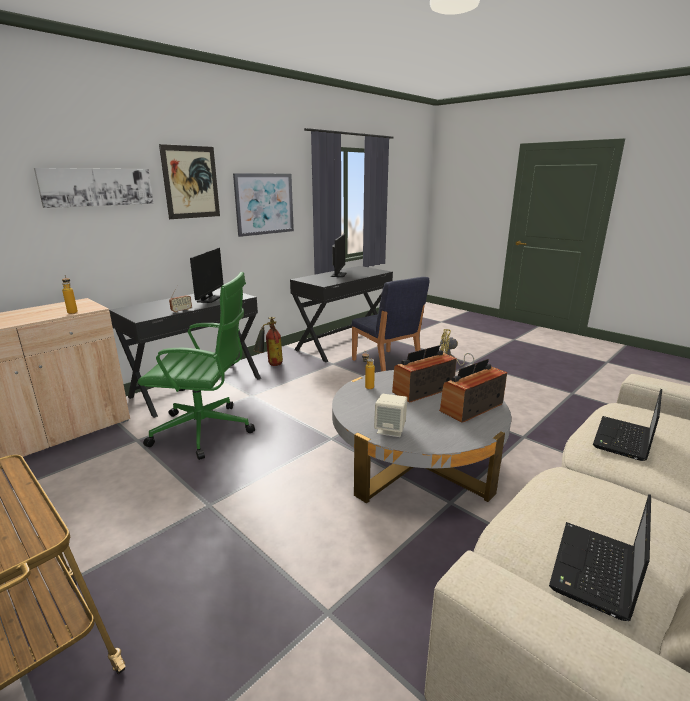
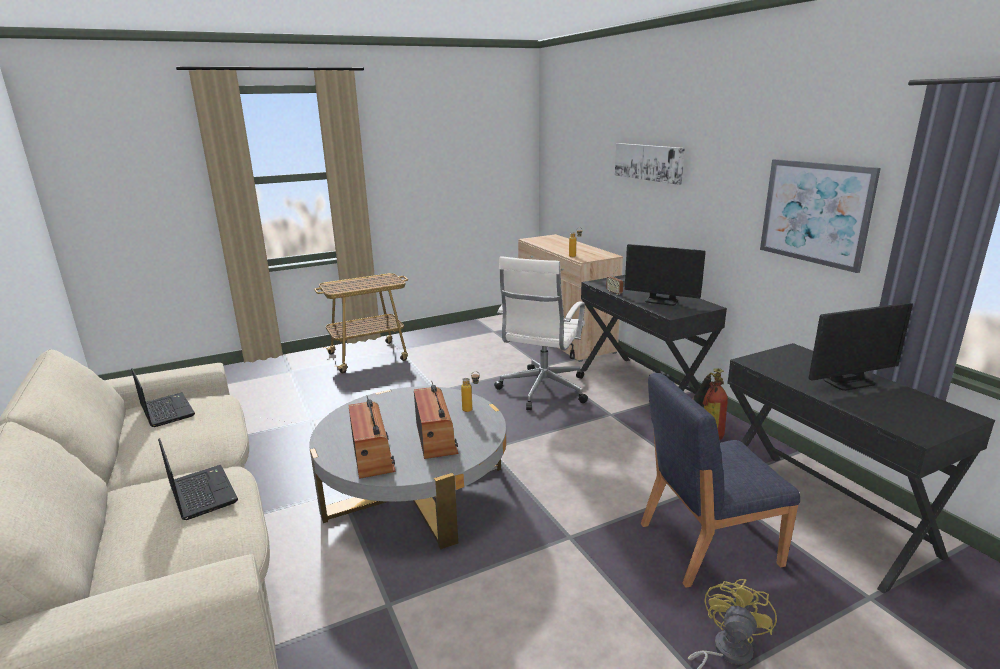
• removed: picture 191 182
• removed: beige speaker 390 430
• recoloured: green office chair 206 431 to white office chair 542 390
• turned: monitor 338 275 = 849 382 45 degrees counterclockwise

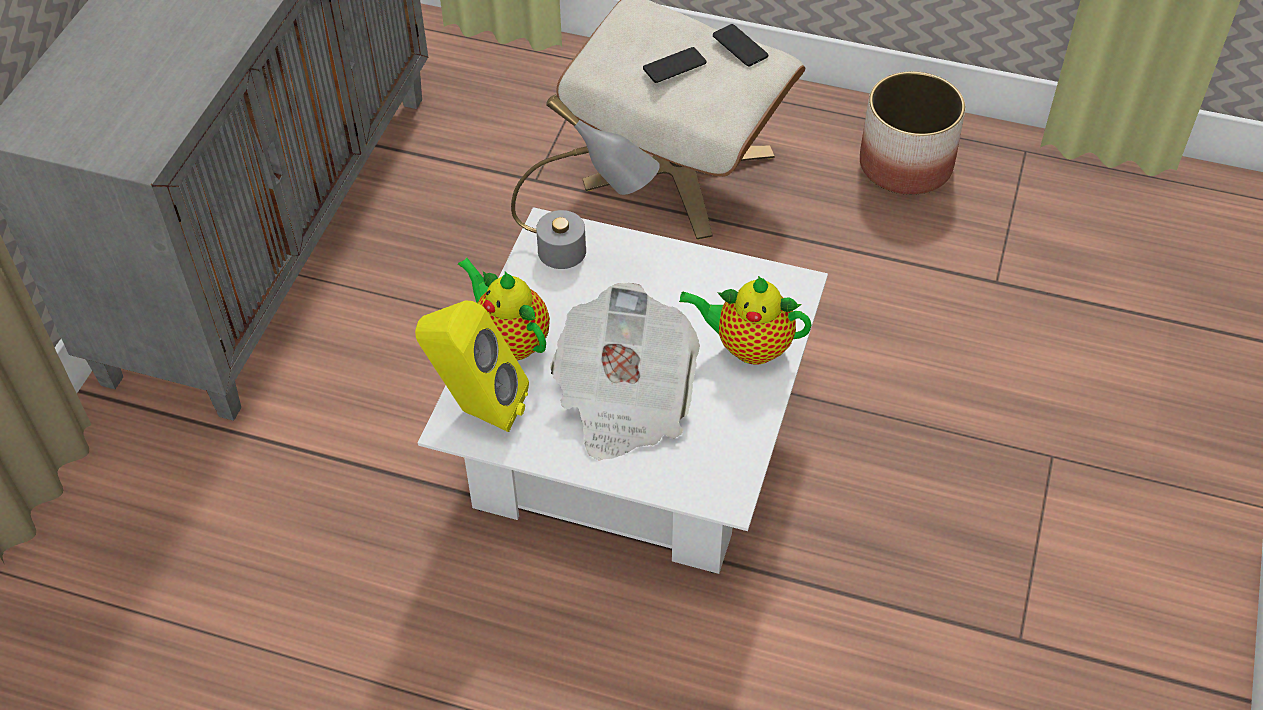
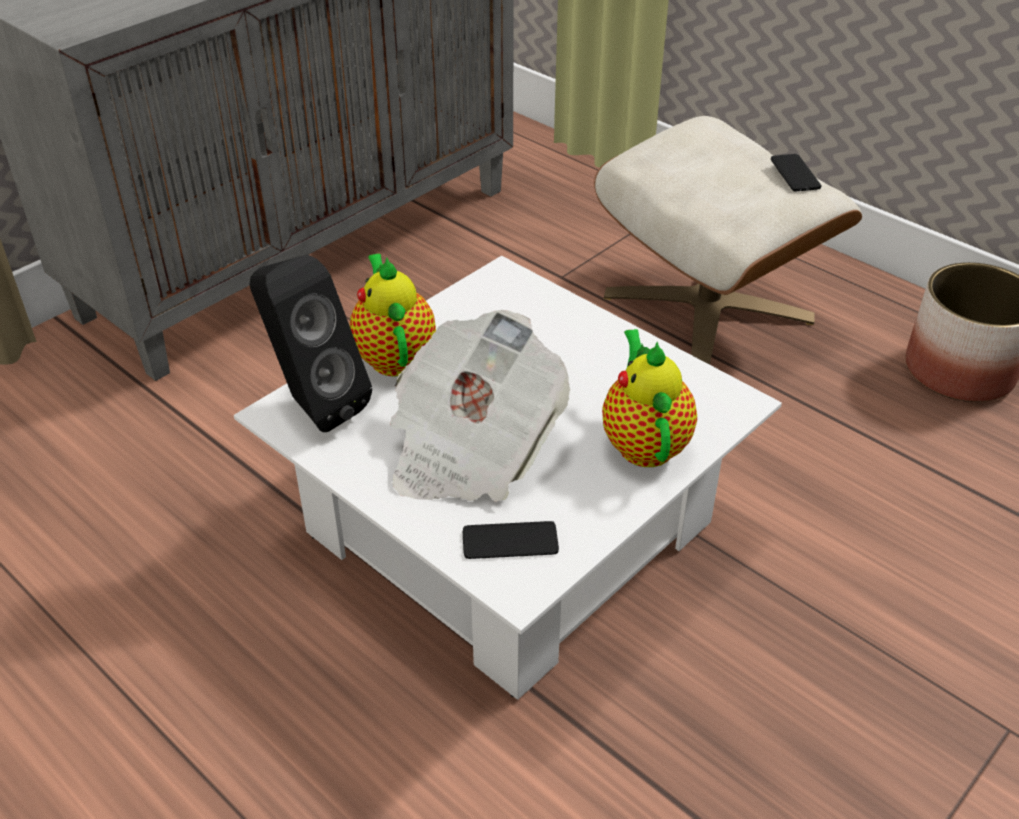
• removed: grey table lamp 584 258
• moved: phone 674 66 to 510 541
• recoloured: yellow speaker 477 409 to black speaker 313 405
• turned: teapot 748 346 = 644 442 45 degrees clockwise

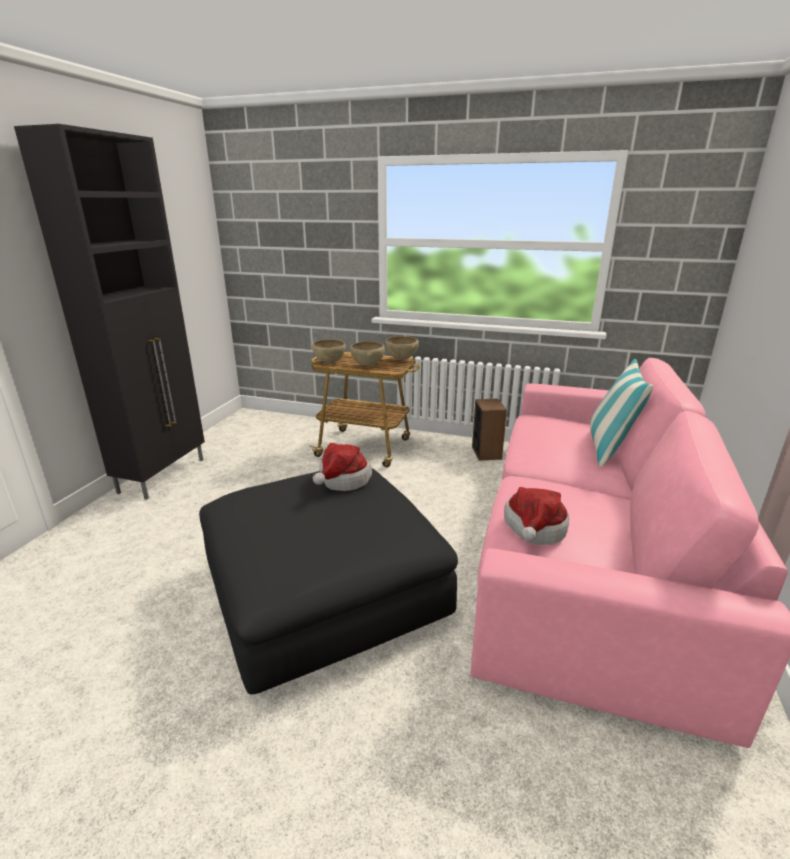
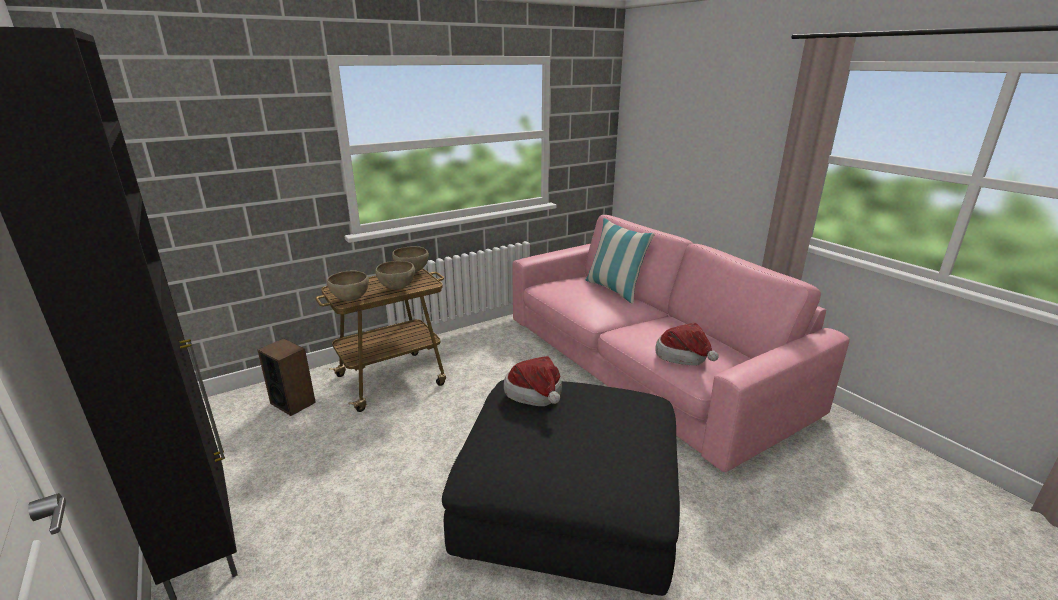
• moved: speaker 486 453 to 293 403

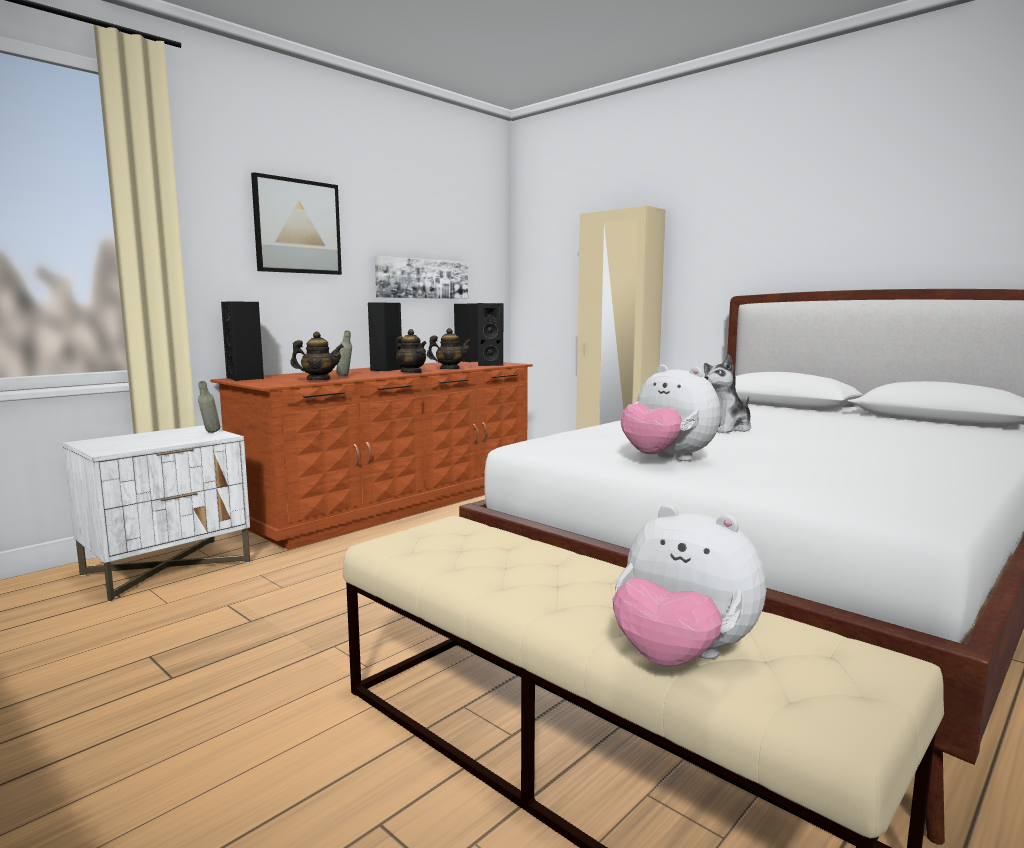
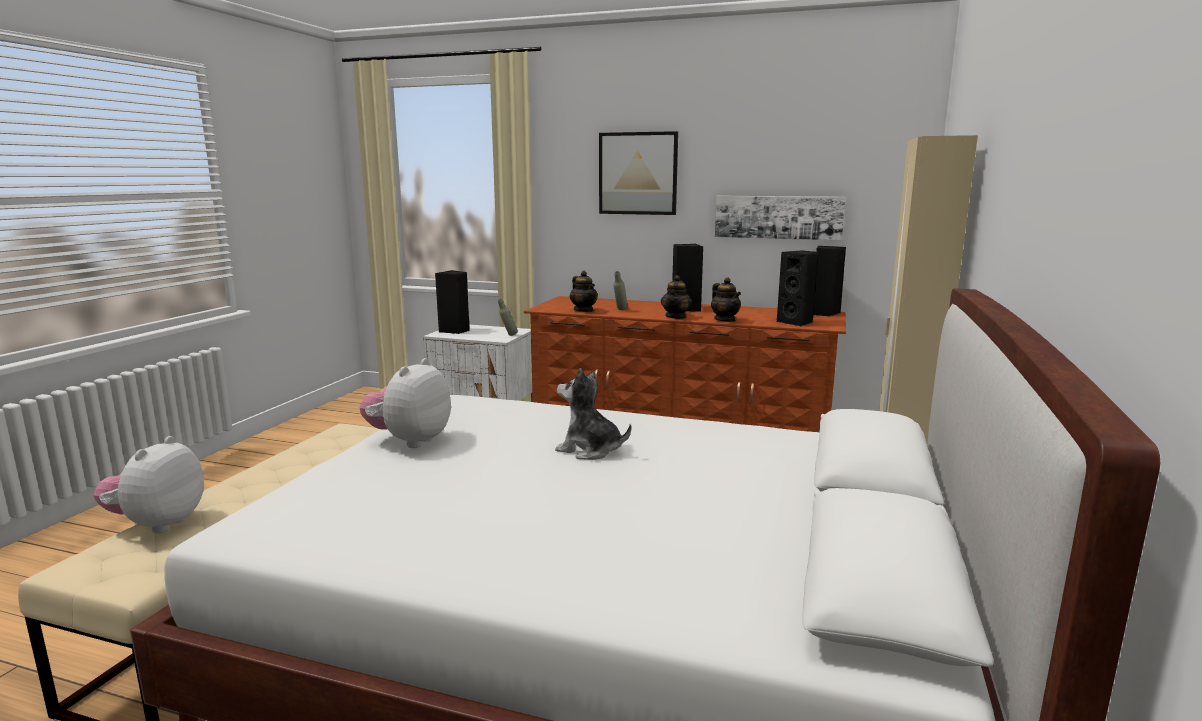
• moved: black speaker 245 378 to 455 331

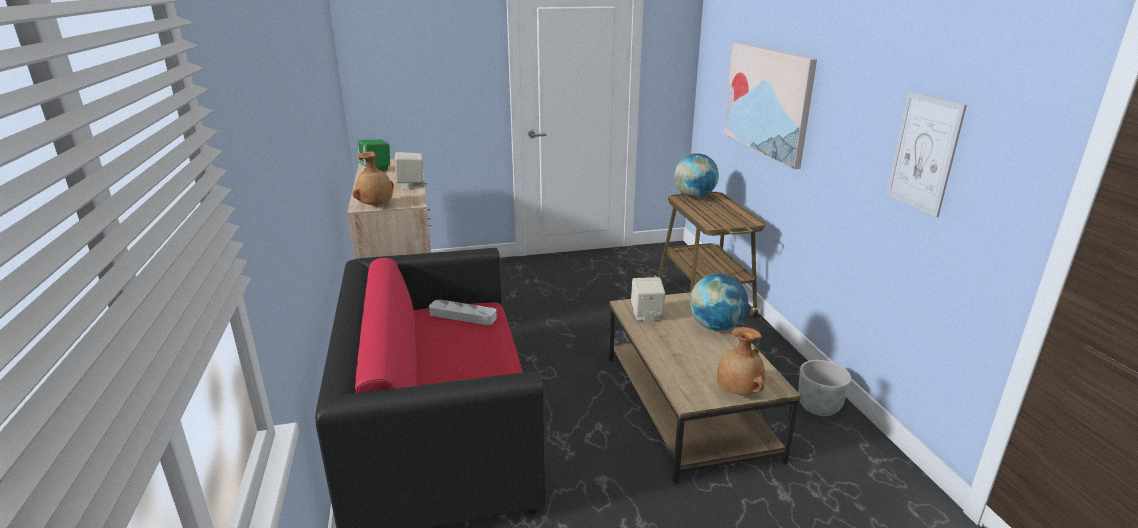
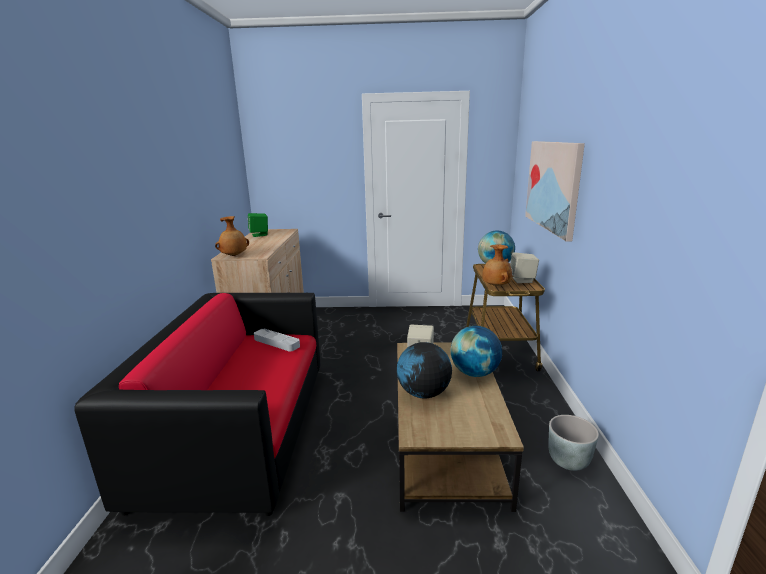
• removed: picture 923 153
• added: globe 423 393
• moved: beige speaker 411 185 to 522 280
• moved: brown vase 737 391 to 495 286

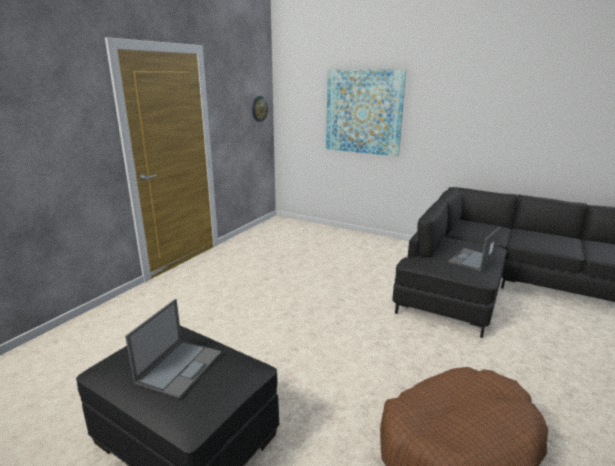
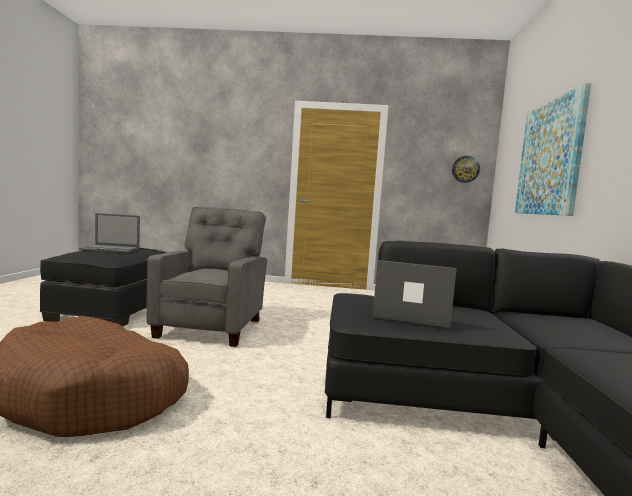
• added: grey armchair 212 327

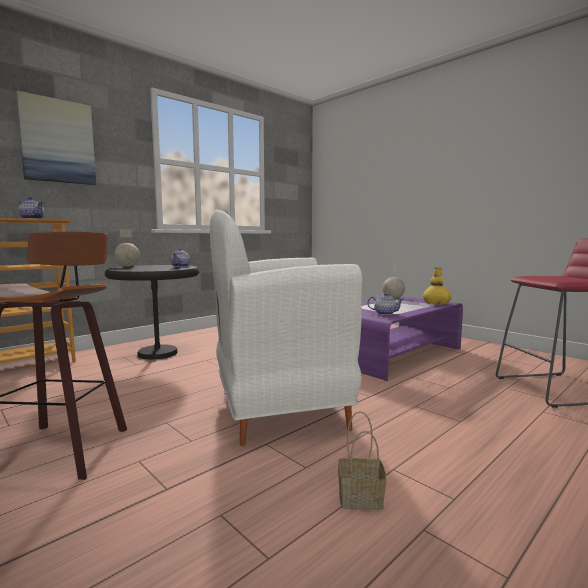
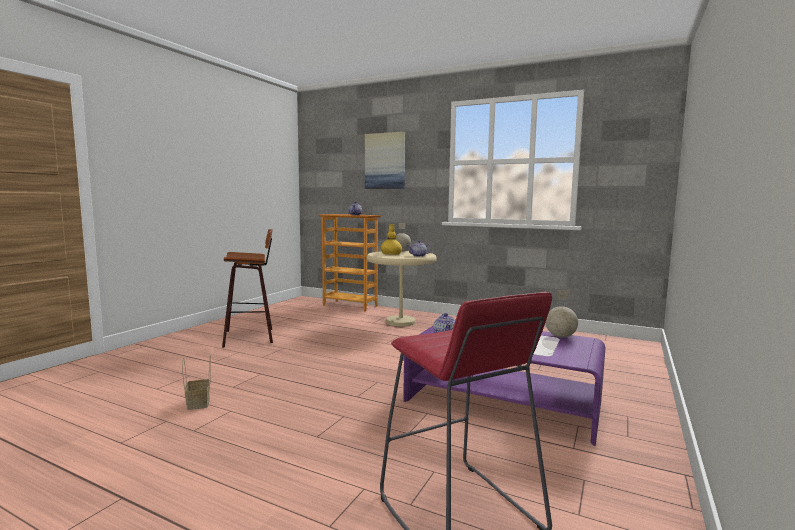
• removed: white armchair 278 411
• moved: yellow vase 436 303 to 391 254
• recoloured: black side table 157 353 to beige side table 400 322

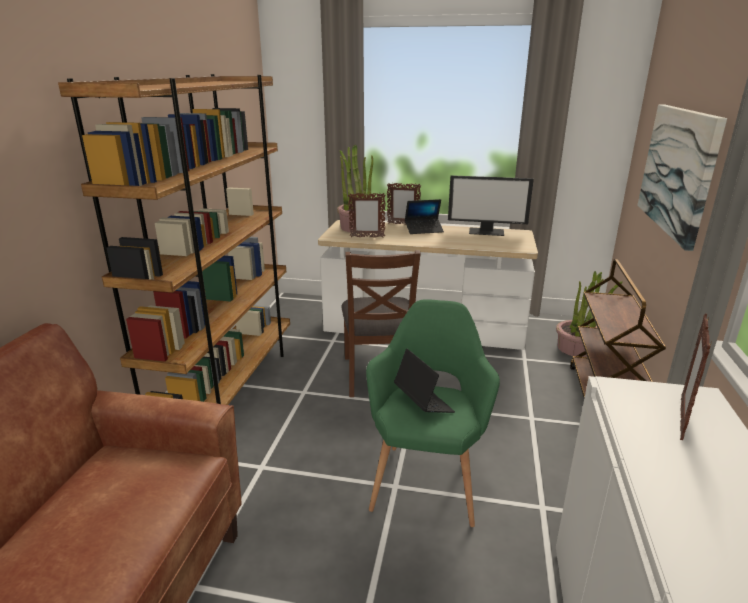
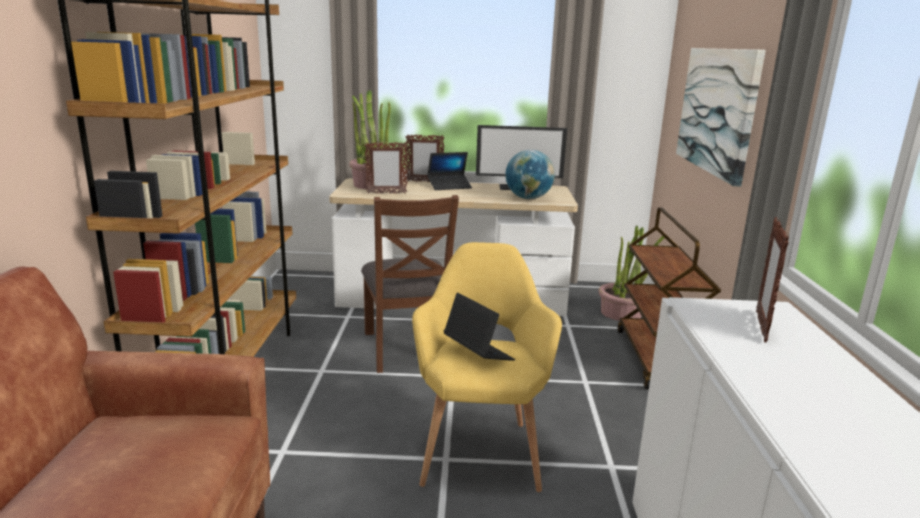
• added: globe 528 198
• recoloured: green armchair 427 477 to yellow armchair 480 447

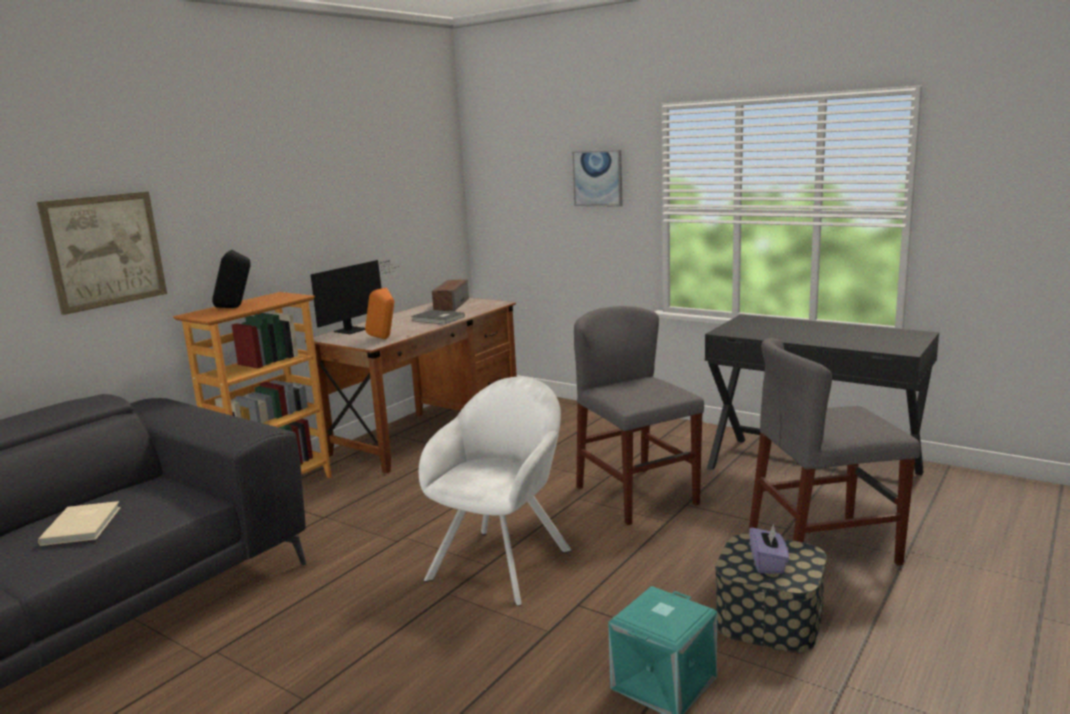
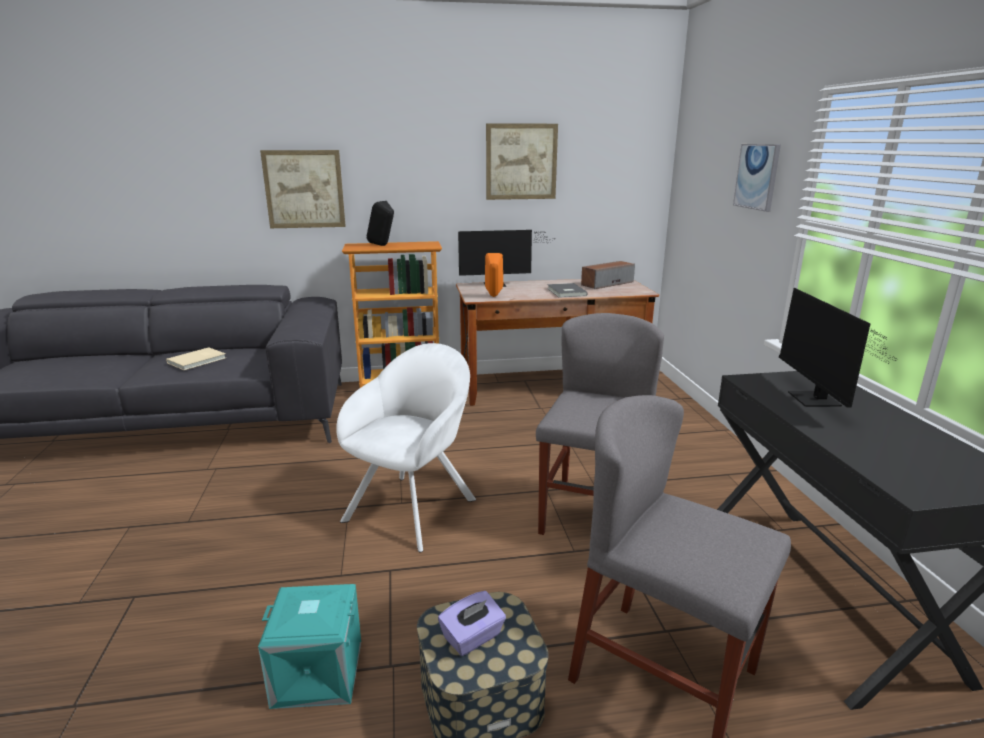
• added: picture 521 162
• added: monitor 815 402
• turned: white armchair 504 560 = 414 506 45 degrees counterclockwise

